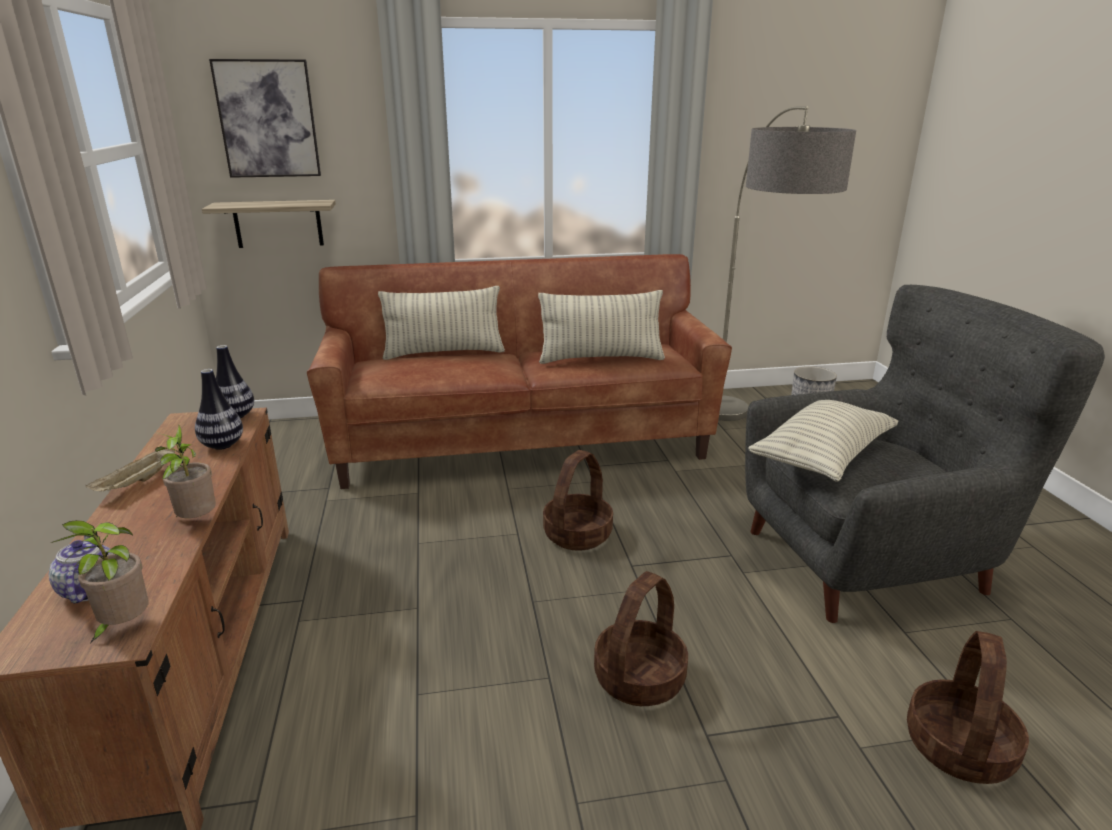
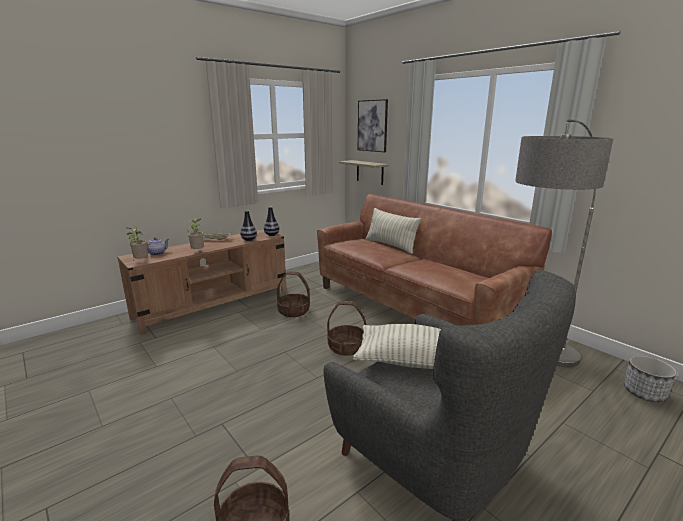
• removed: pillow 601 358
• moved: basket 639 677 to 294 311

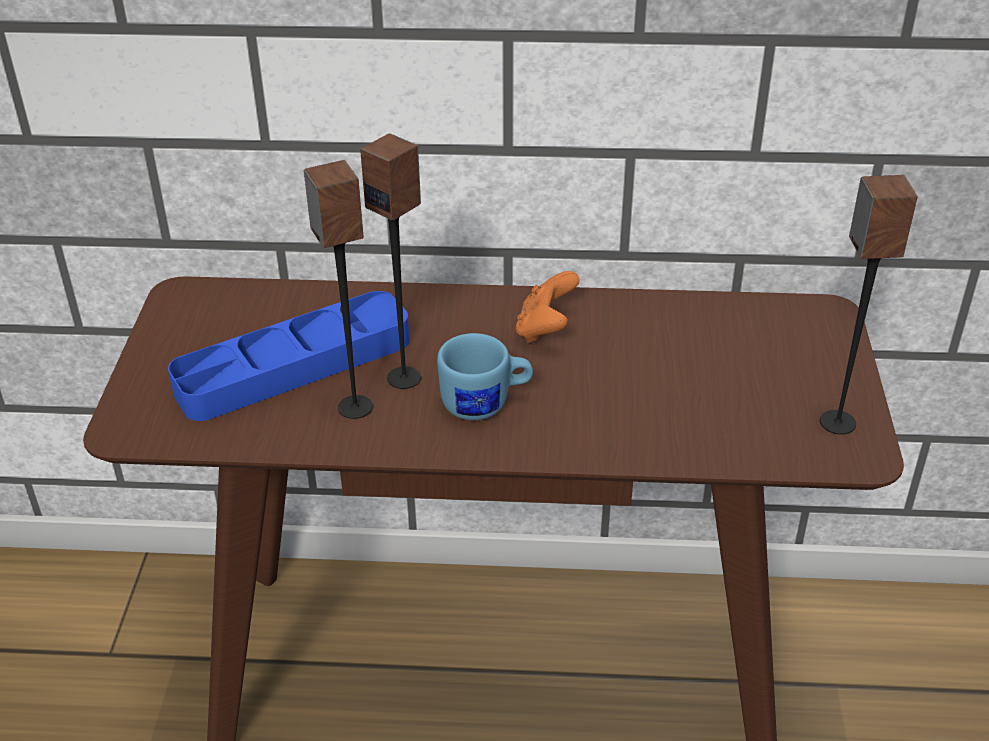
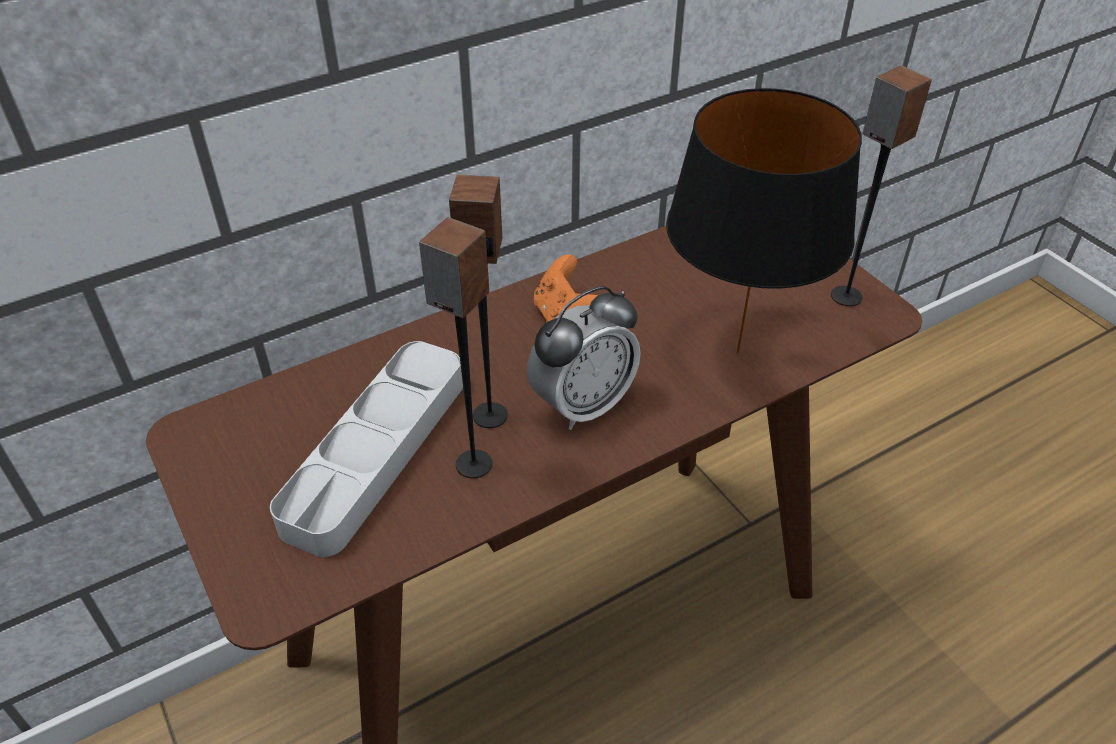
• added: black table lamp 739 353
• replaced: blue mug 486 404 to alarm clock 583 405
• recoloured: blue tray 294 365 to grey tray 376 452

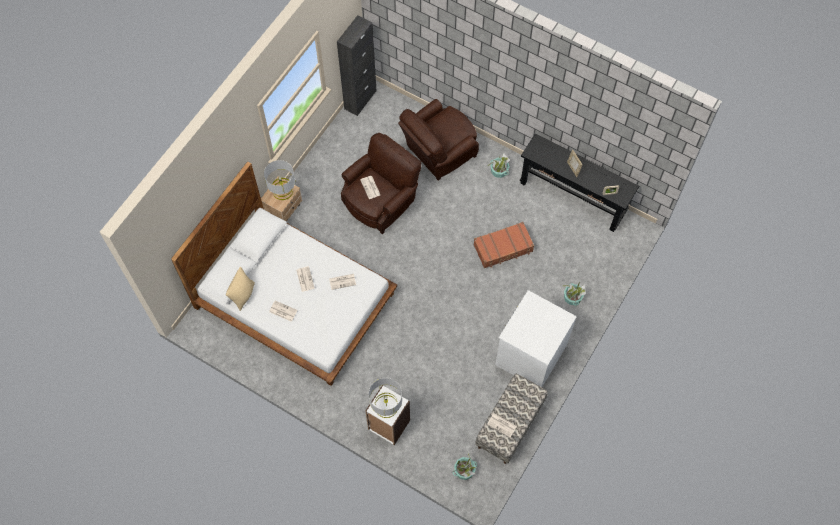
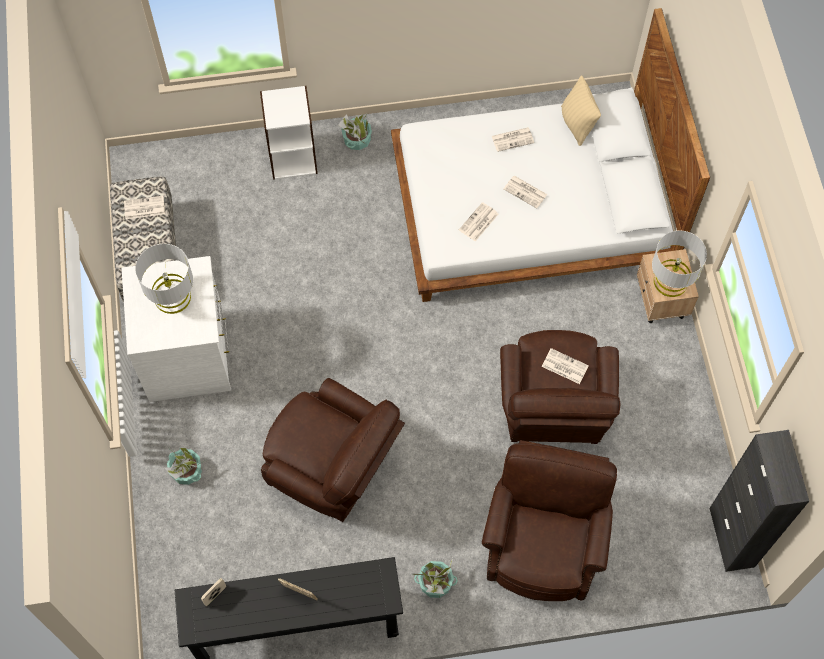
• moved: grey table lamp 386 407 to 172 297
• moved: potted plant 464 470 to 357 140
• replaced: brown suitcase 503 248 to brown armchair 333 469

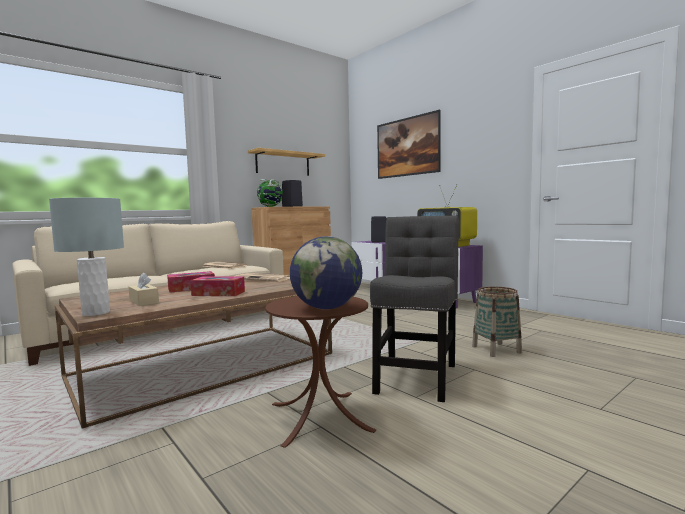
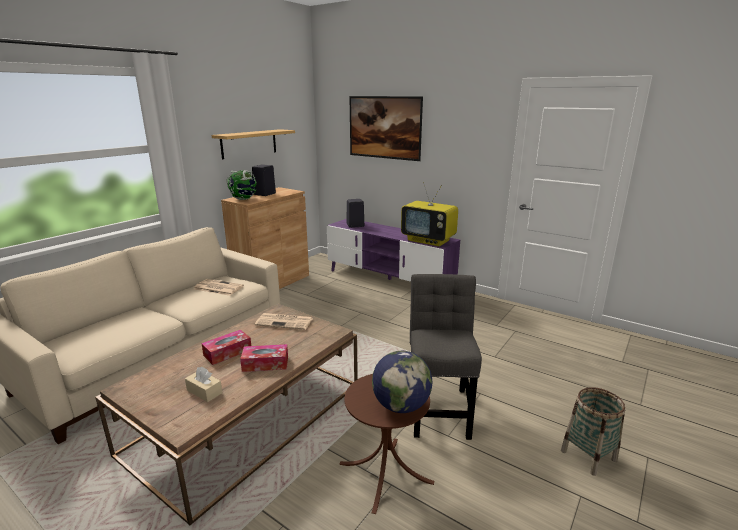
• removed: grey table lamp 96 313
• moved: basket 496 349 to 588 455

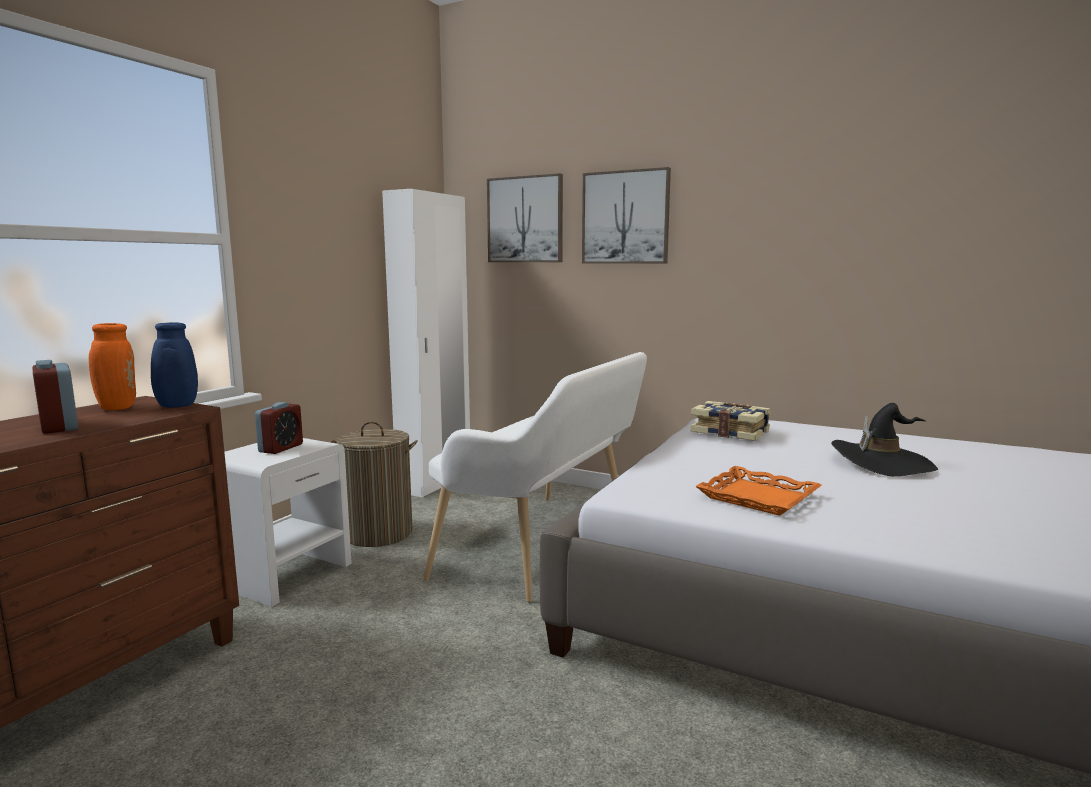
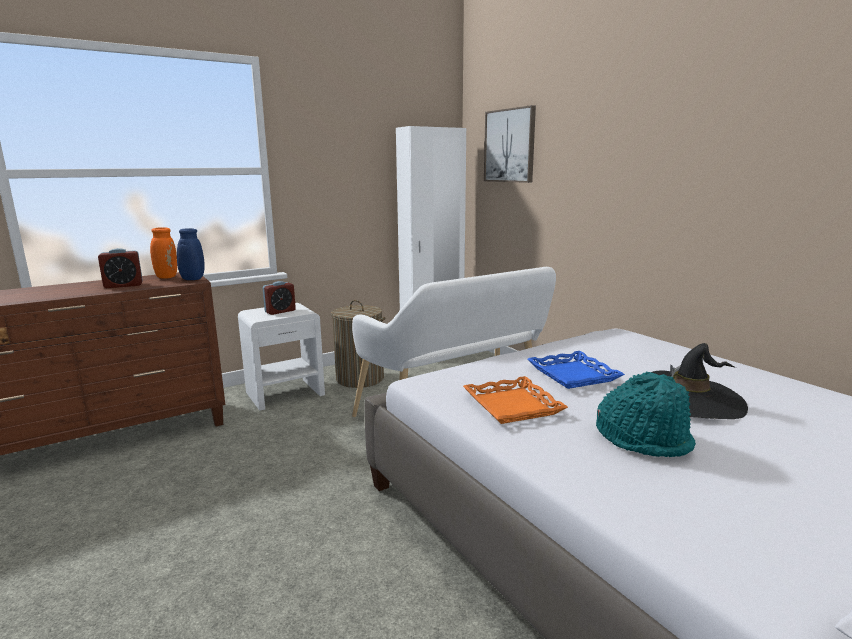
• removed: picture 625 217
• removed: book 730 432
• added: blue tray 574 375
• added: turquoise hat 644 439
• turned: alarm clock 59 426 = 123 285 105 degrees counterclockwise

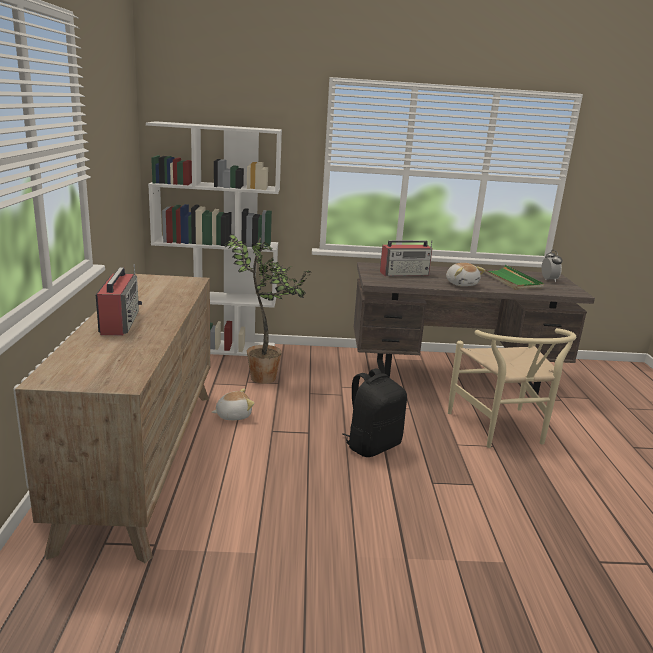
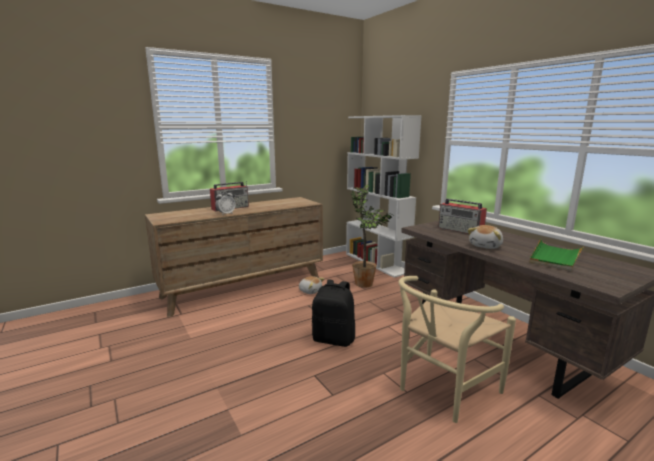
• moved: alarm clock 549 280 to 226 214

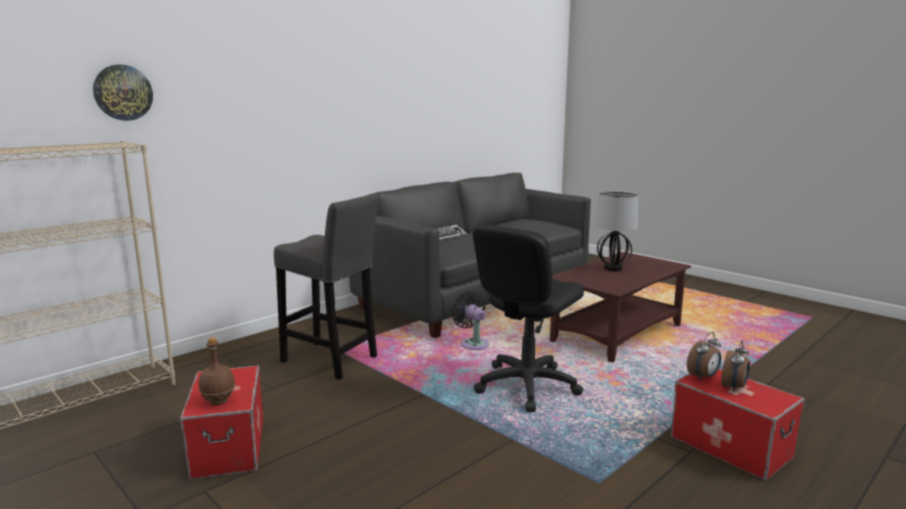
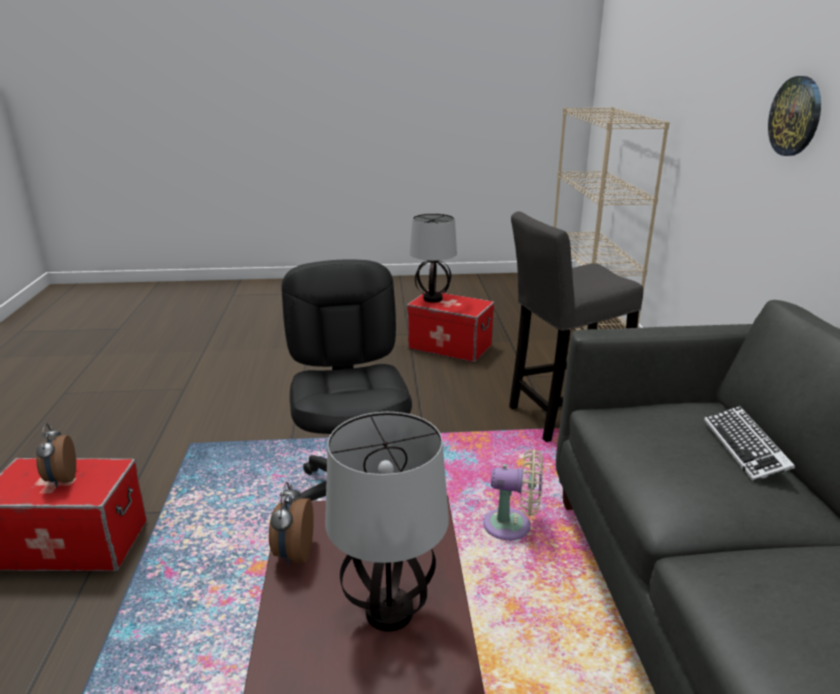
• moved: wall clock 123 92 to 795 116
• moved: alarm clock 703 377 to 293 554
• replaced: brown bottle 219 402 to table lamp 432 299
• recoloured: black fan 473 343 to beige fan 512 526

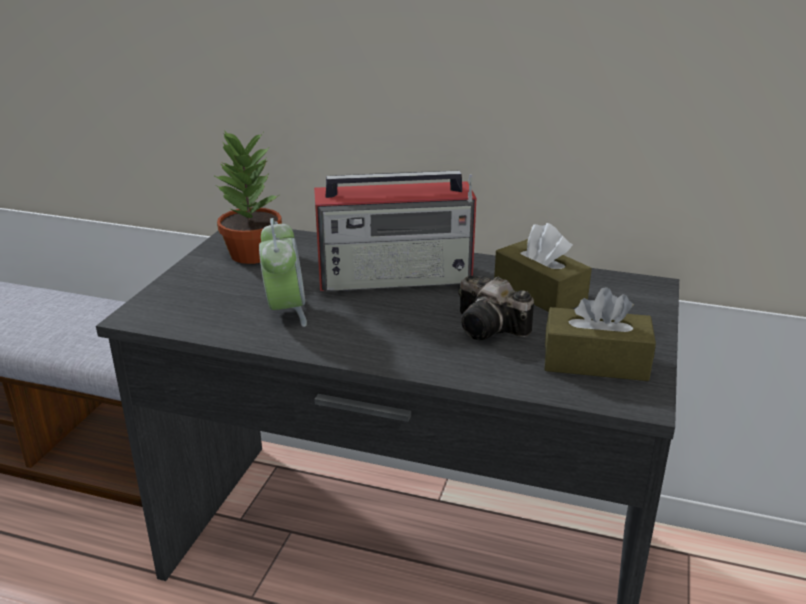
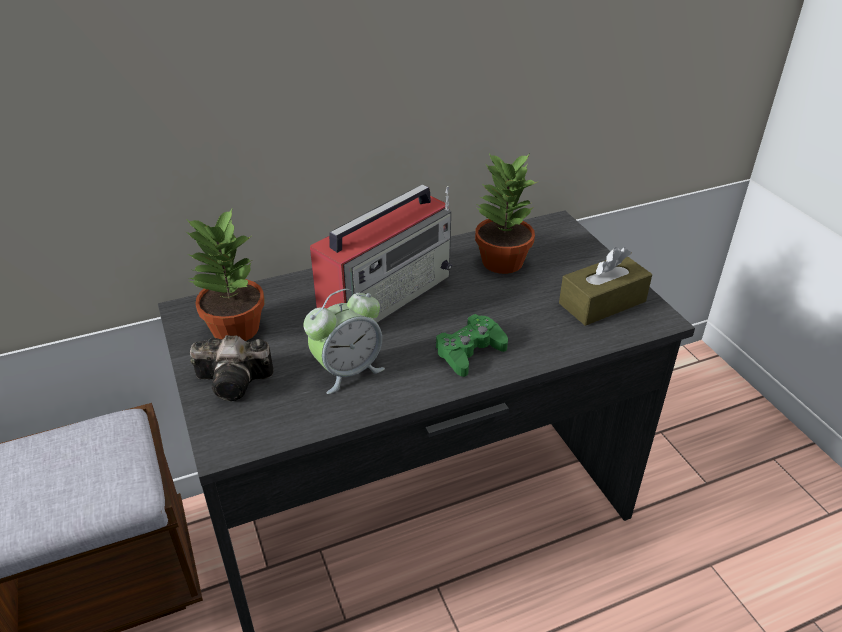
• added: green game controller 469 351
• moved: photo camera 492 328 to 237 381
• replaced: brown tissue box 539 292 to potted plant 501 262
• turned: alarm clock 285 311 = 347 371 105 degrees clockwise

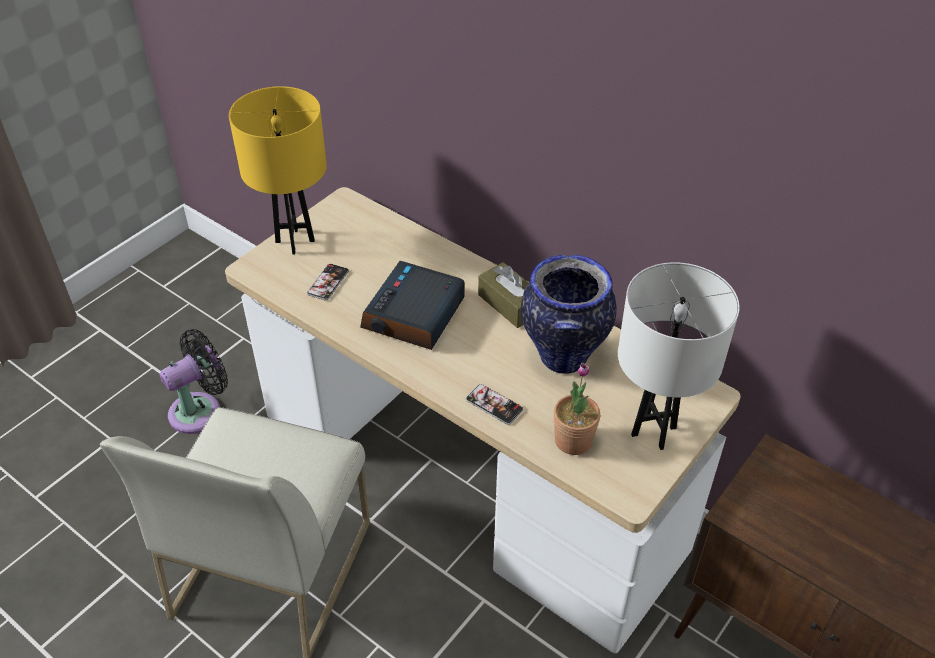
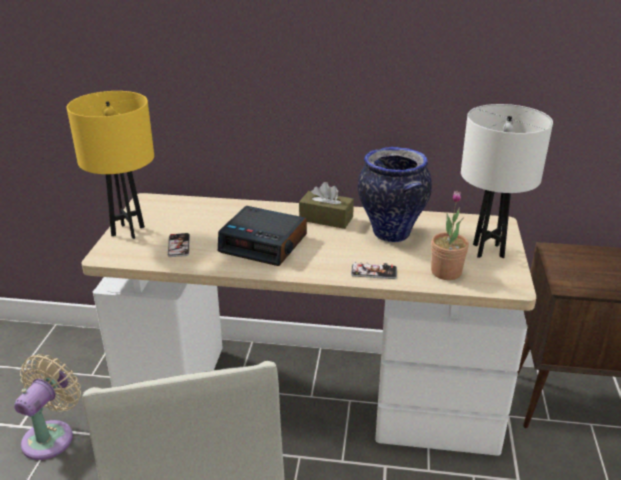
• recoloured: black fan 200 410 to beige fan 51 436
• turned: alarm clock 414 315 = 264 243 60 degrees counterclockwise

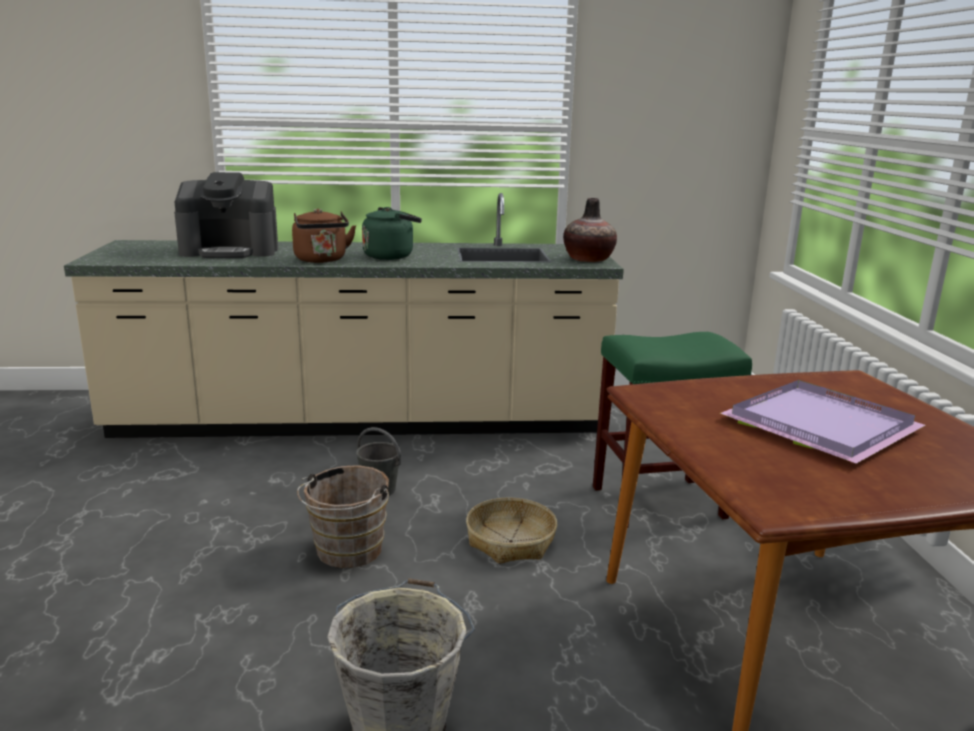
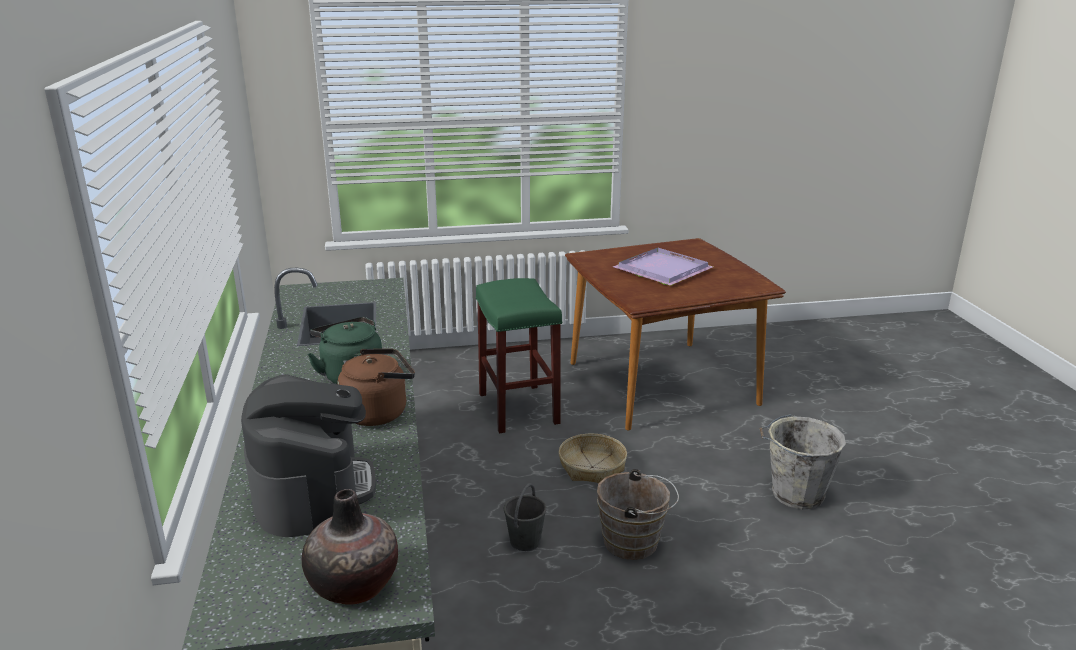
• moved: vase 588 259 to 354 585

